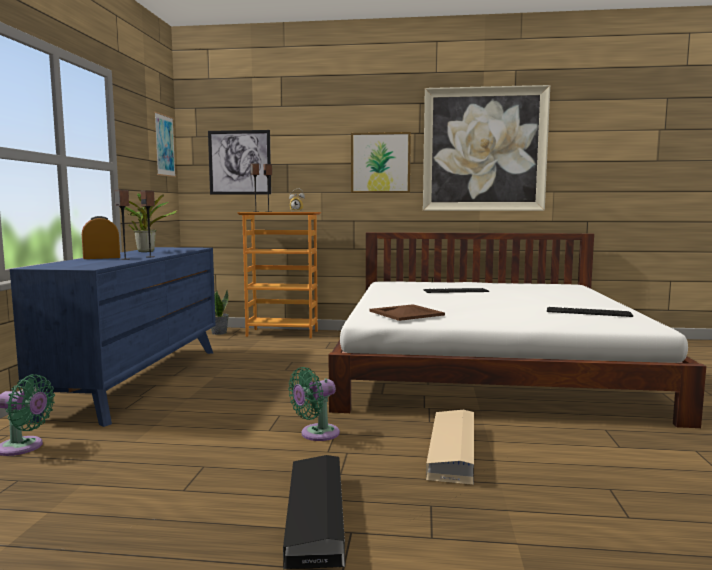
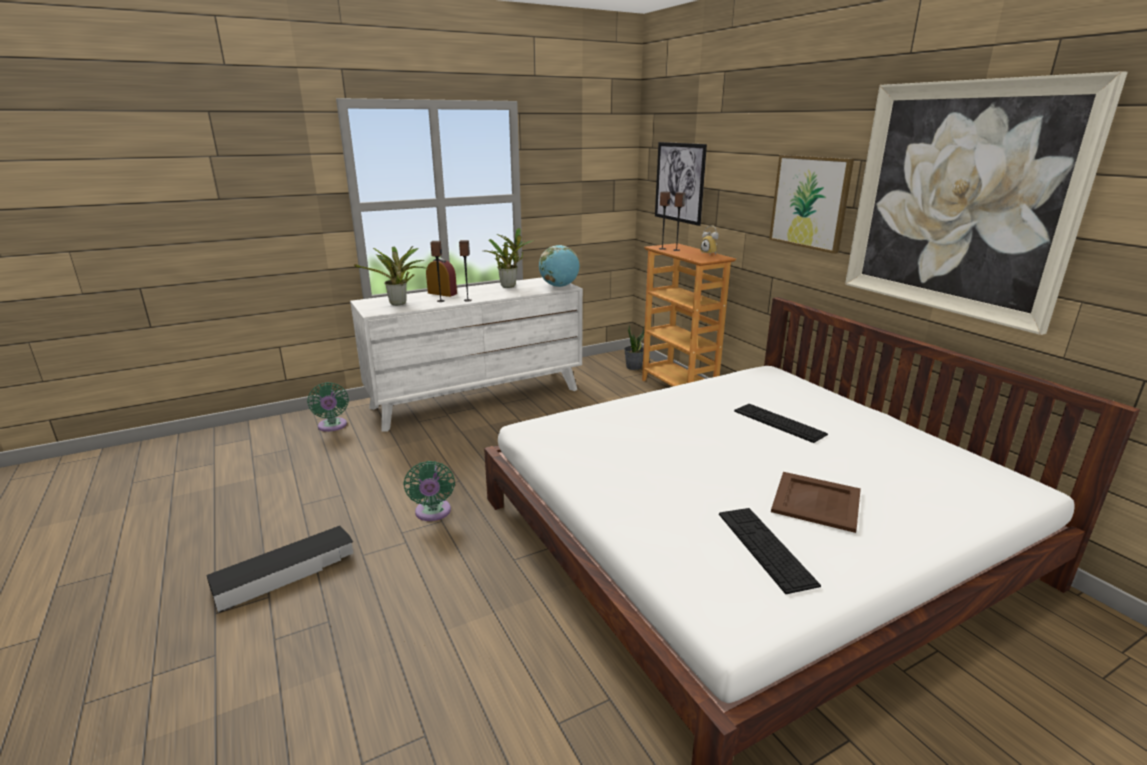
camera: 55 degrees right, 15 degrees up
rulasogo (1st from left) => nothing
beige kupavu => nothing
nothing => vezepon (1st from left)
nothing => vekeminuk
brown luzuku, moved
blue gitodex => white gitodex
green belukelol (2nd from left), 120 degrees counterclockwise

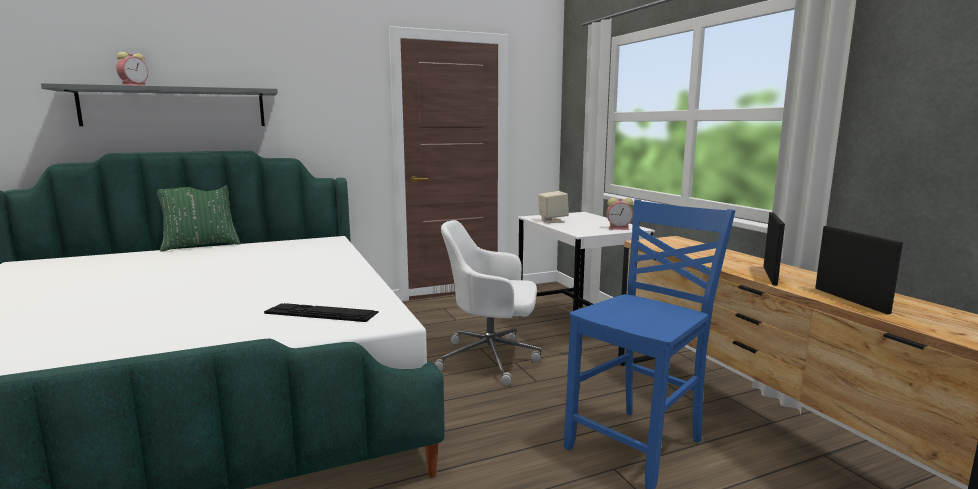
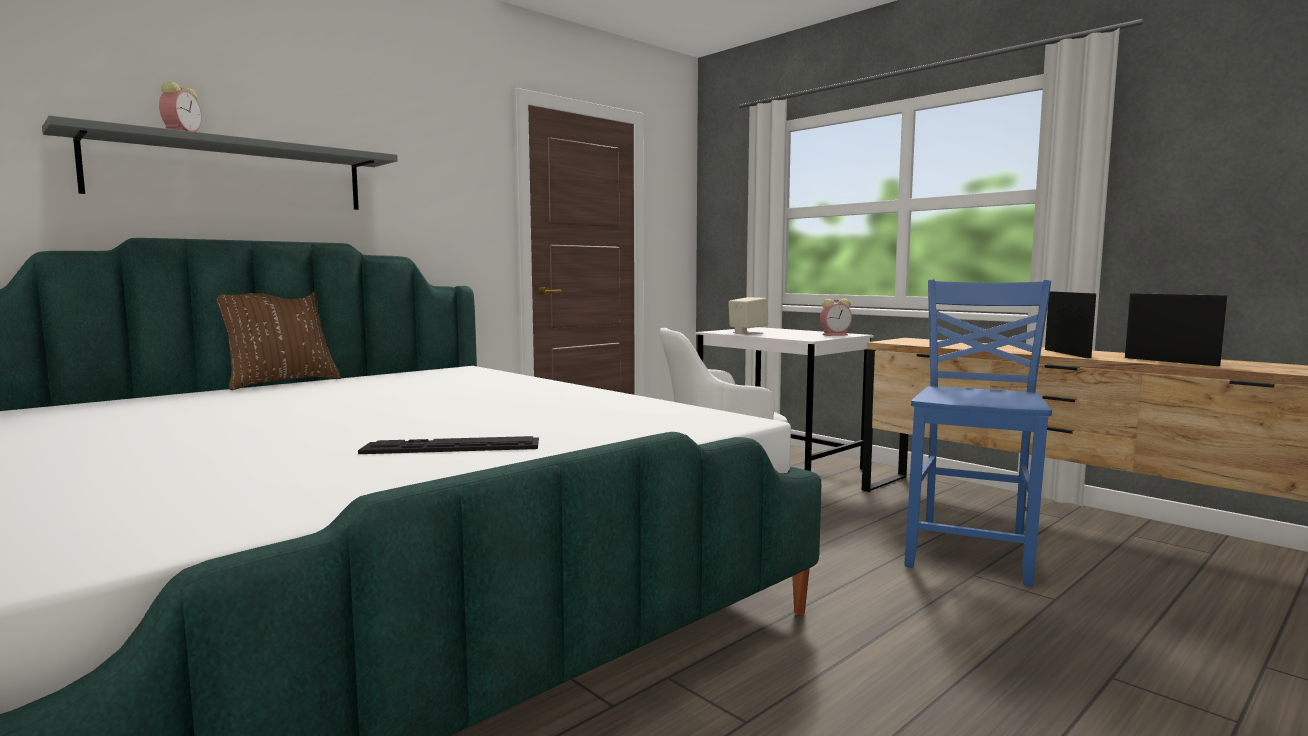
camera: 20 degrees left, 5 degrees down
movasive, moved
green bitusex => brown bitusex

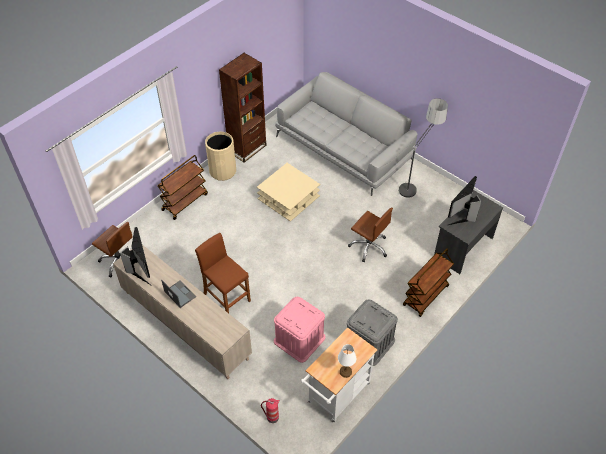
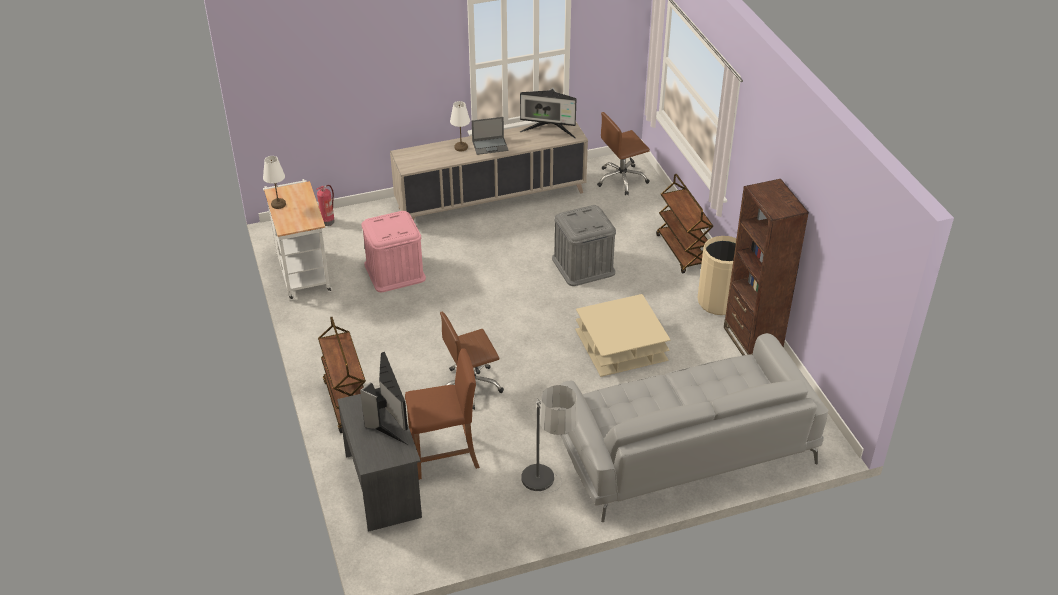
camera: 120 degrees right, 10 degrees down
nothing => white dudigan (2nd from left)
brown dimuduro, moved
grey kupavu, moved

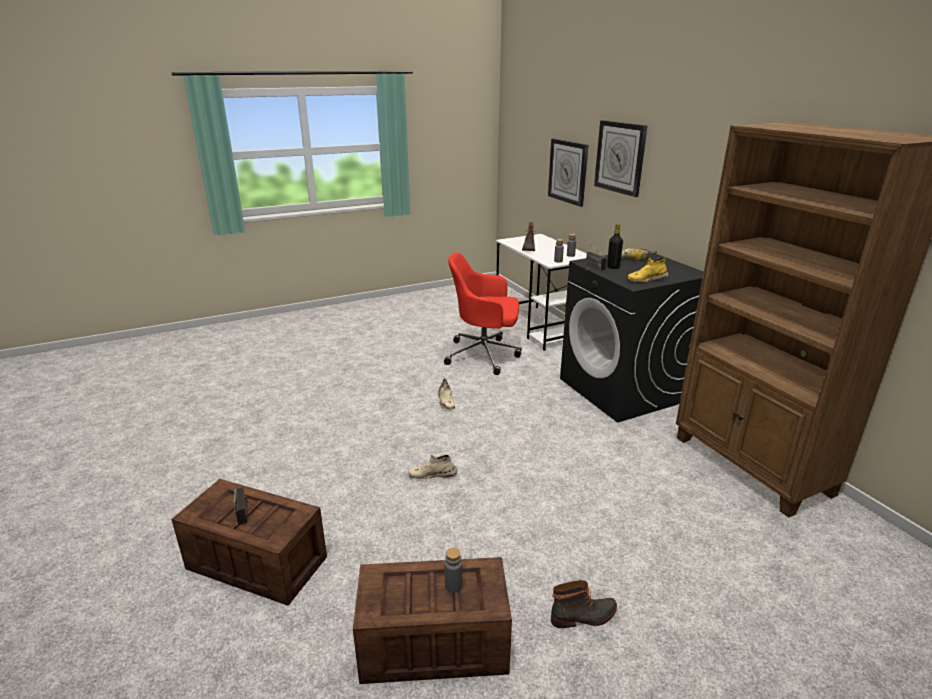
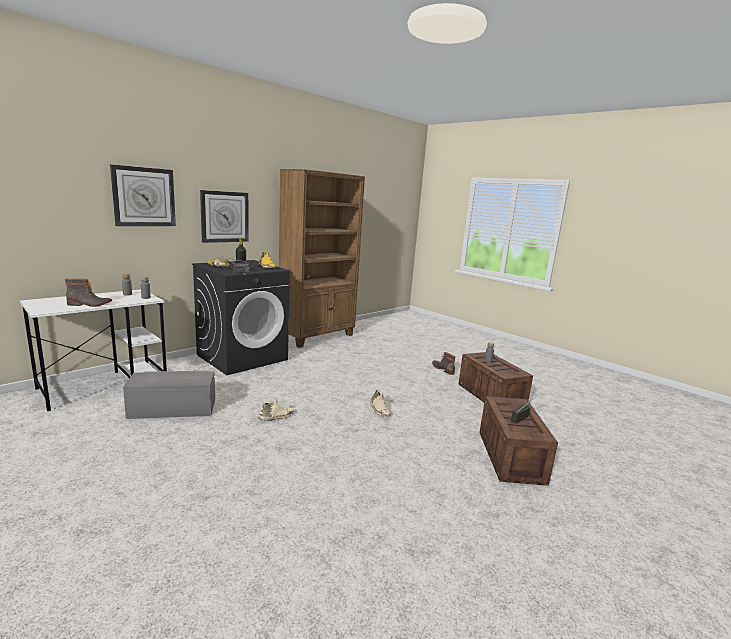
camera: 110 degrees left, 10 degrees down
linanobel (1st from left in the first image) => linanobel (2nd from left), moved
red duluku => grey kupavu

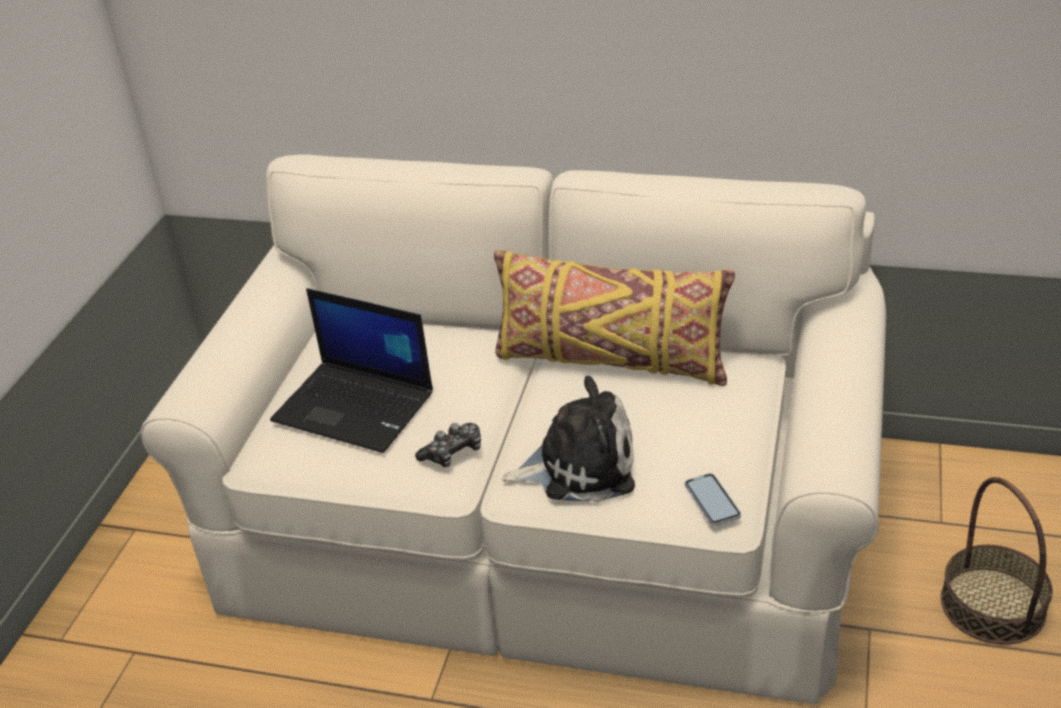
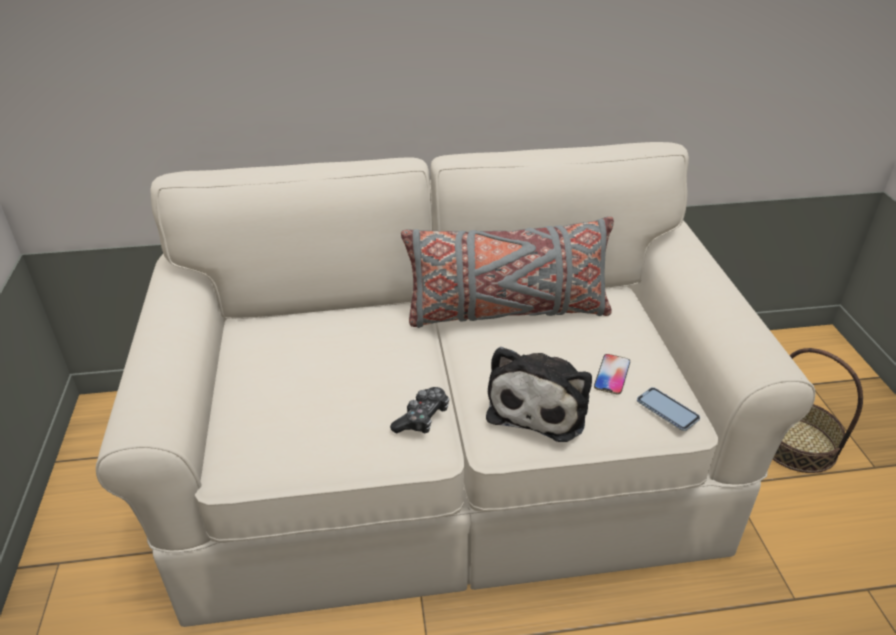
camera: 25 degrees left, 0 degrees up
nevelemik => nothing
nothing => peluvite (1st from left)
yellow bitusex => grey bitusex
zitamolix, 135 degrees clockwise

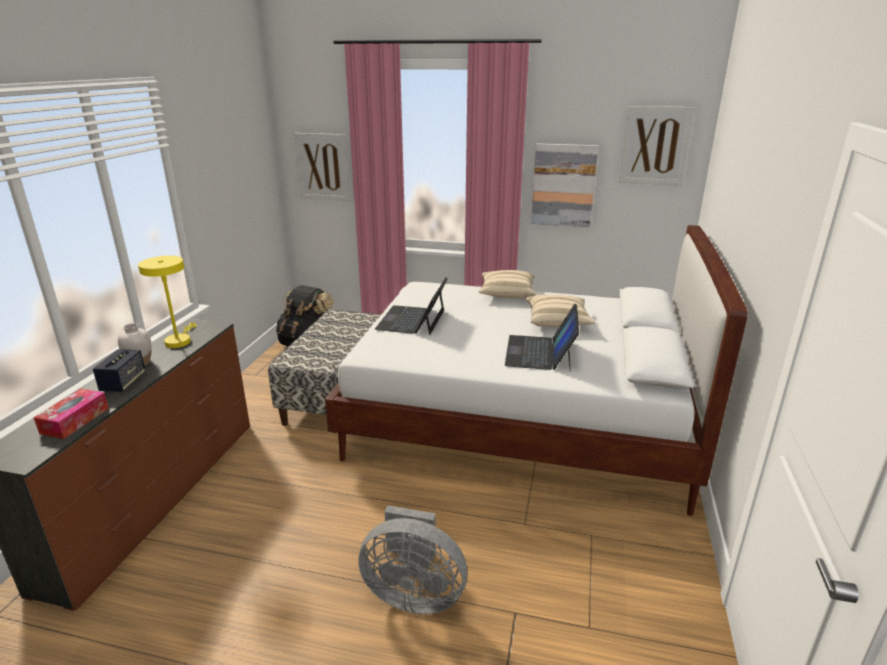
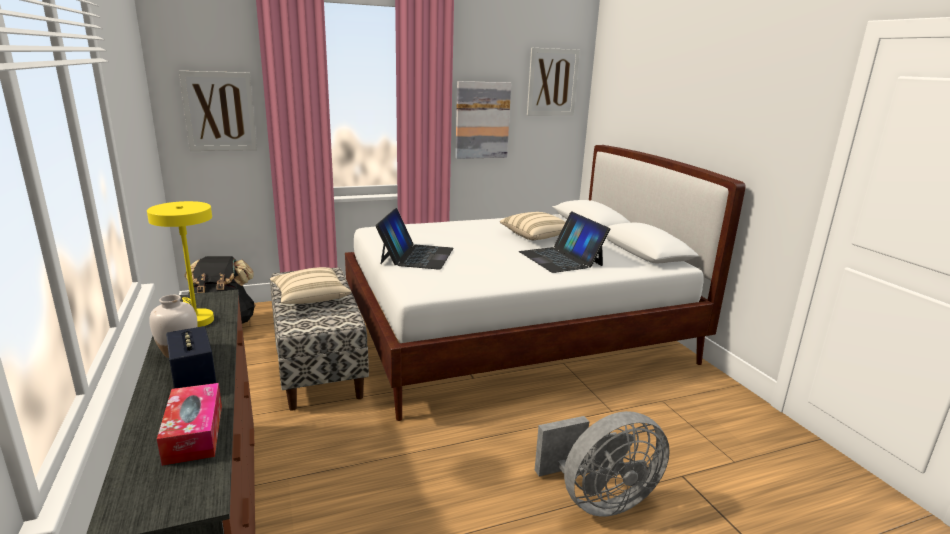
camera: 35 degrees left, 5 degrees down
beige bitusex (1st from left), moved
nevelemik (1st from left), 150 degrees counterclockwise

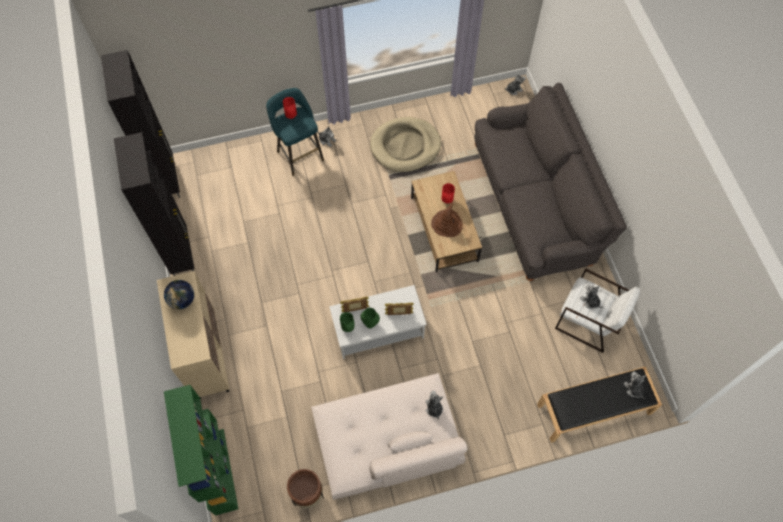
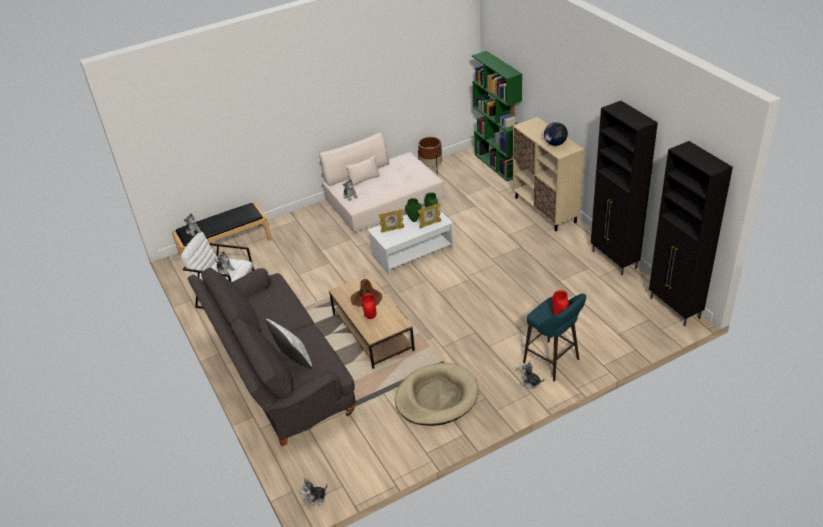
camera: 170 degrees right, 25 degrees down
nothing => white bitusex

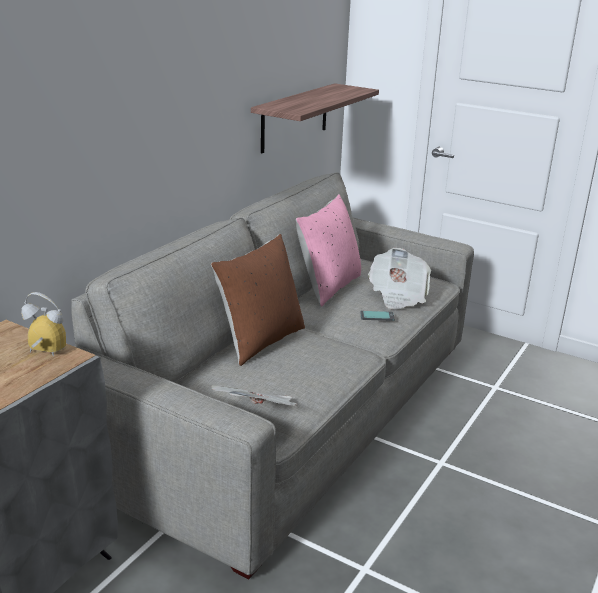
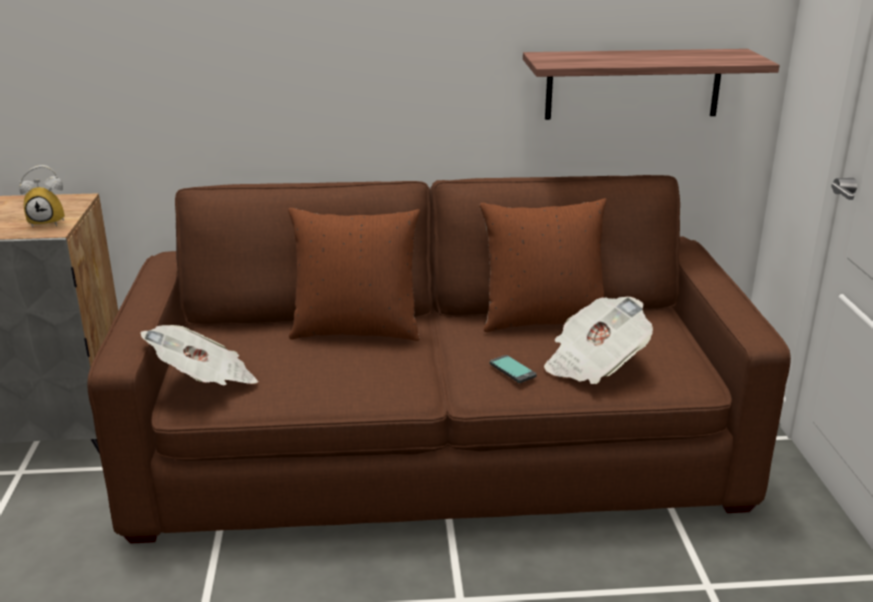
camera: 55 degrees right, 0 degrees up
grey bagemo => brown bagemo
pink bitusex => brown bitusex (2nd from left)
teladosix, 105 degrees clockwise

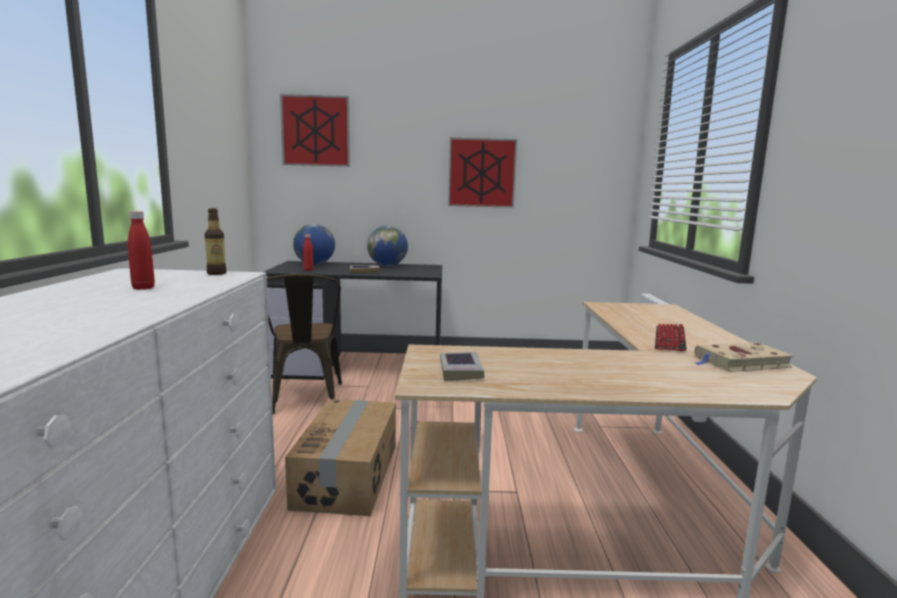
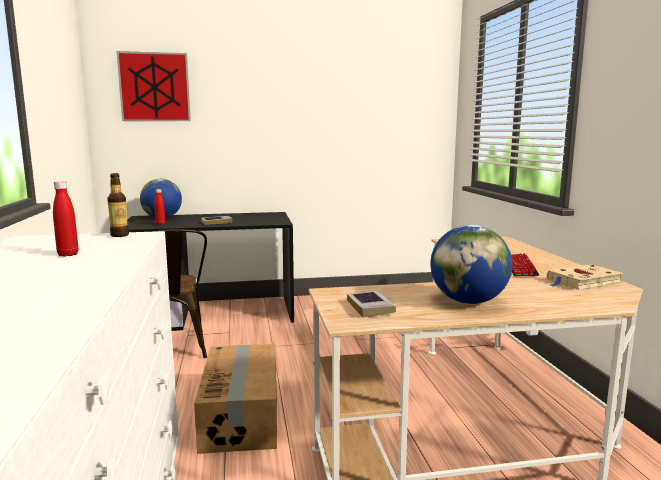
camera: 10 degrees left, 0 degrees up
rulasogo (2nd from left) => nothing
vekeminuk (2nd from left), moved

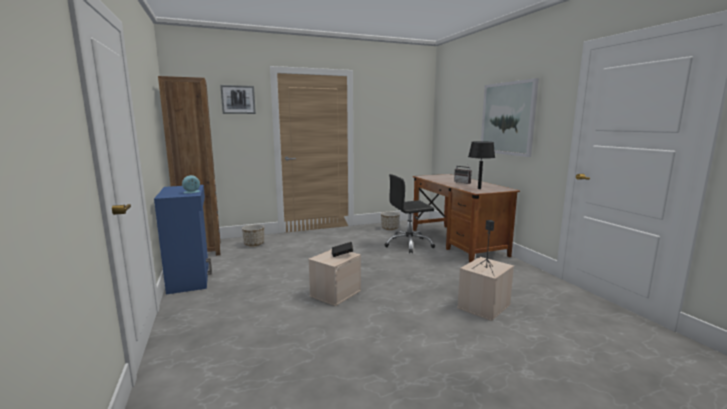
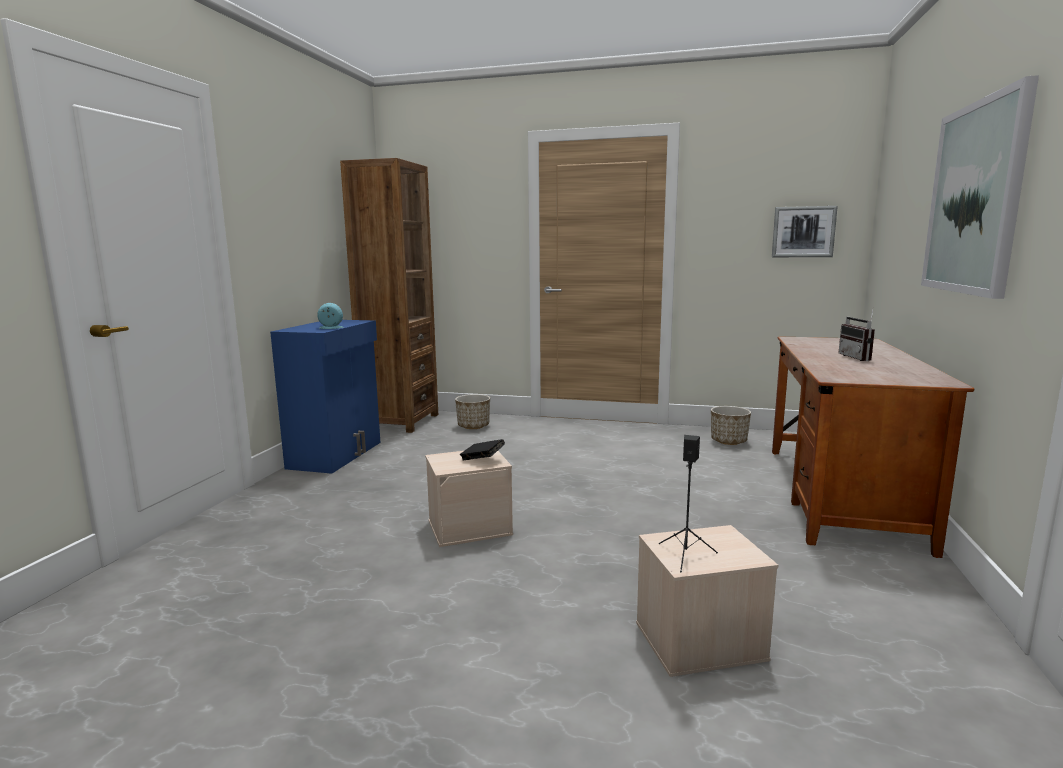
camera: 35 degrees right, 0 degrees up
black duluku => nothing
black dudigan => nothing
rulasogo (1st from left), moved

